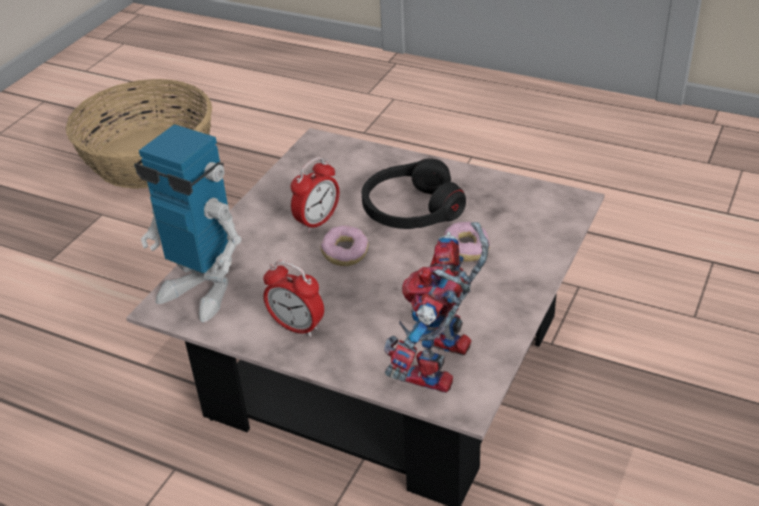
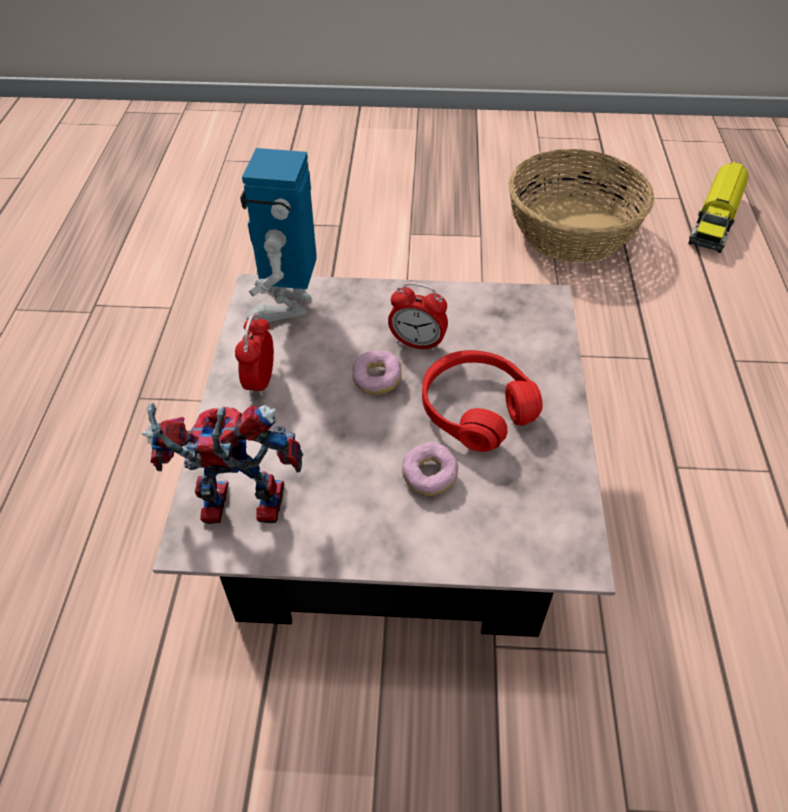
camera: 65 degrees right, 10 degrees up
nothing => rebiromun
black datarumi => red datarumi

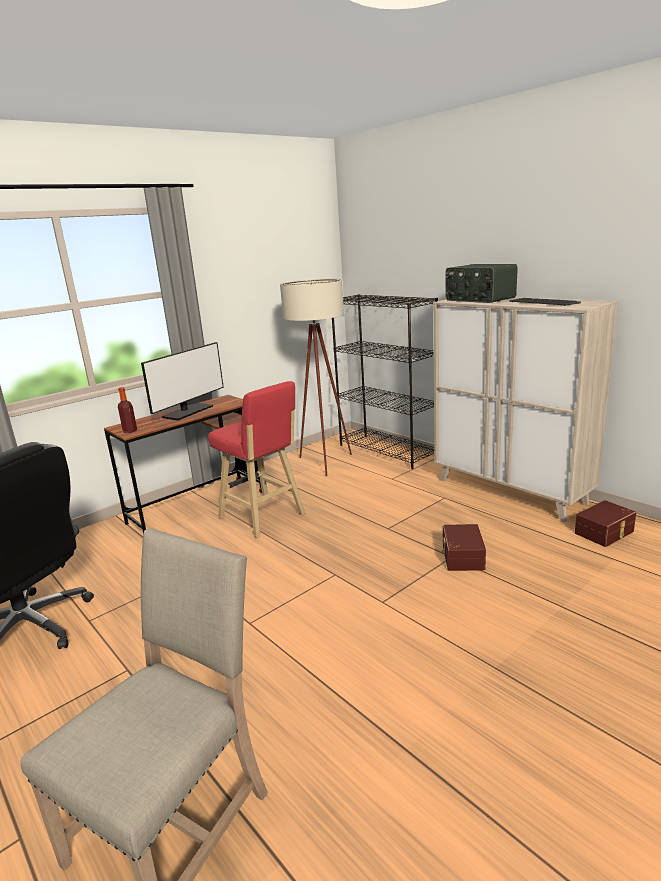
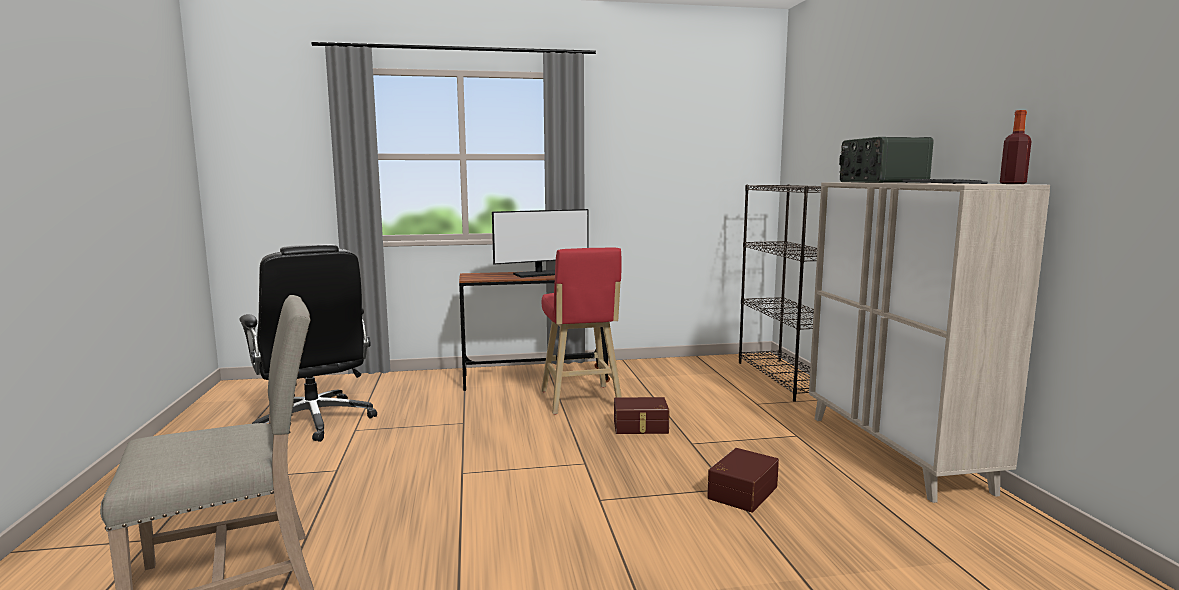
camera: 30 degrees right, 10 degrees down
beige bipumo => nothing
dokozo, moved
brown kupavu (2nd from left in the first image) => brown kupavu (1st from left), moved

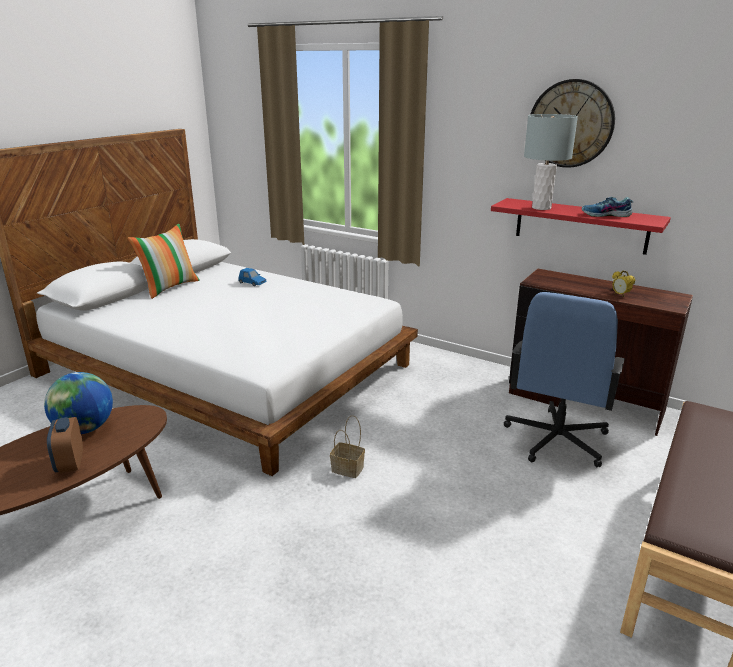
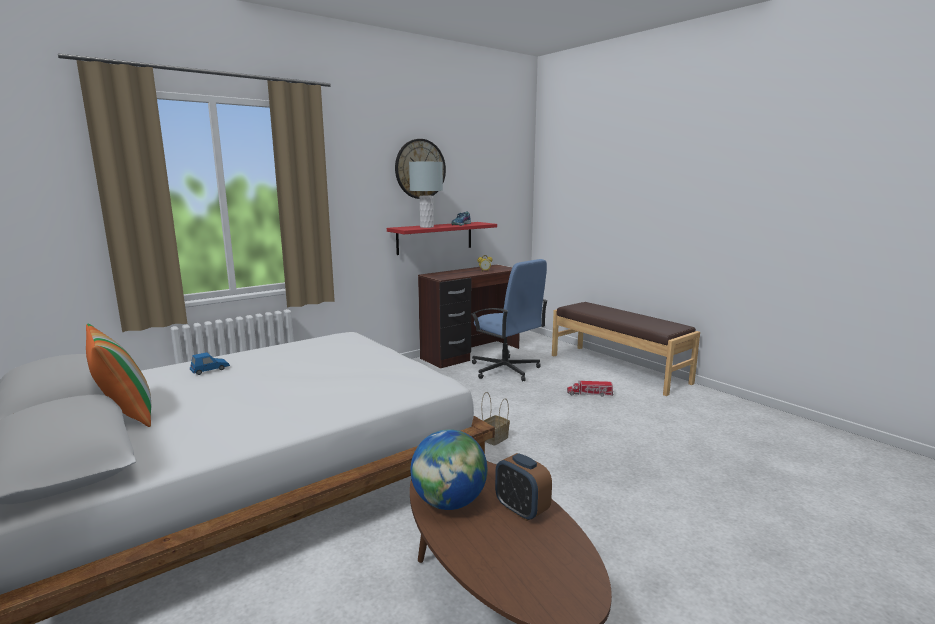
camera: 70 degrees left, 10 degrees down
nothing => rebiromun
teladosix (1st from left in the first image) => teladosix (2nd from left), 45 degrees clockwise

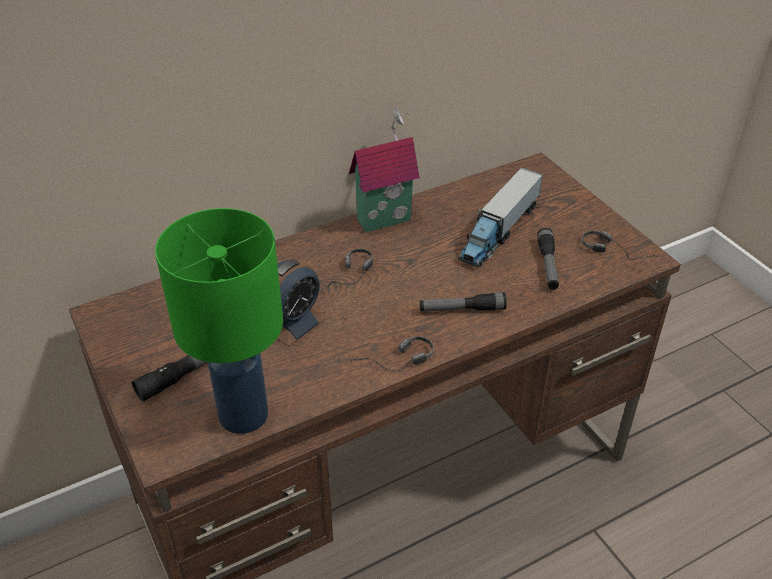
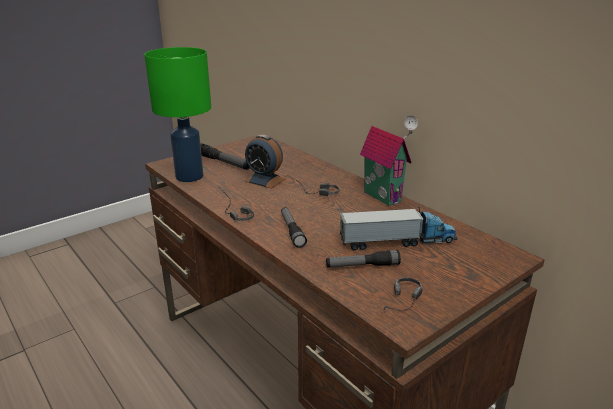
camera: 80 degrees right, 15 degrees down
rebiromun, 150 degrees clockwise

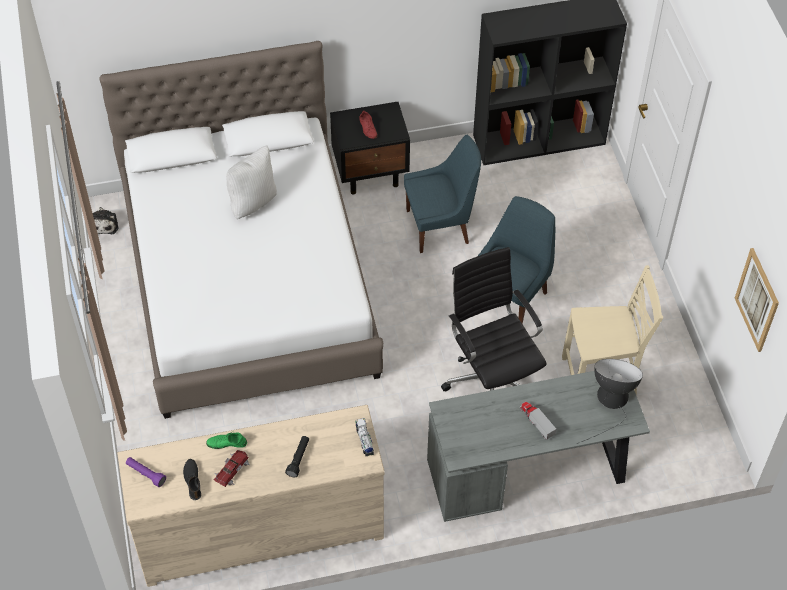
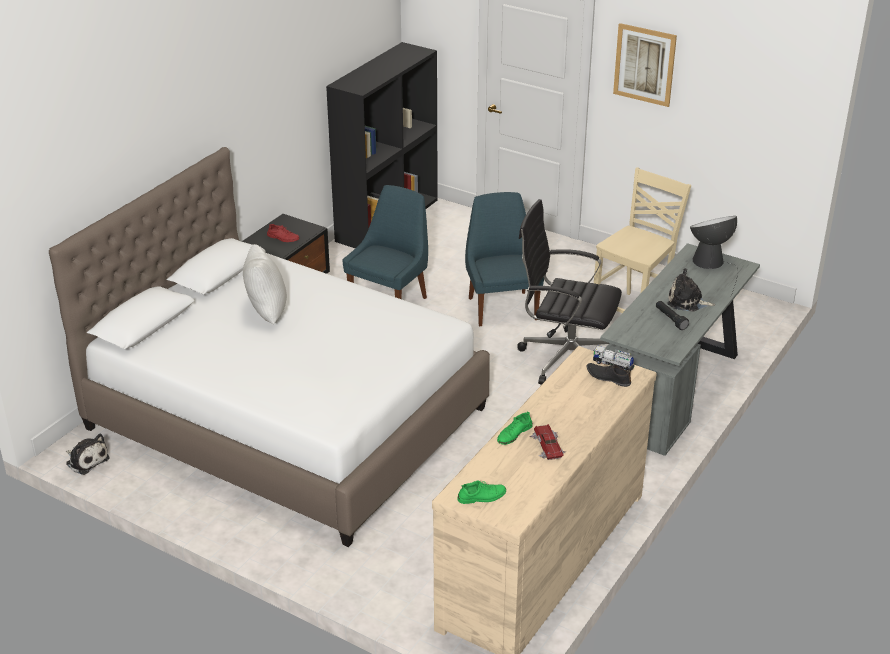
camera: 45 degrees left, 20 degrees down
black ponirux, moved
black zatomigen, moved
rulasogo, moved
purple zatomigen => green ponirux (1st from left)
rebiromun (2nd from left) => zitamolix (2nd from left)

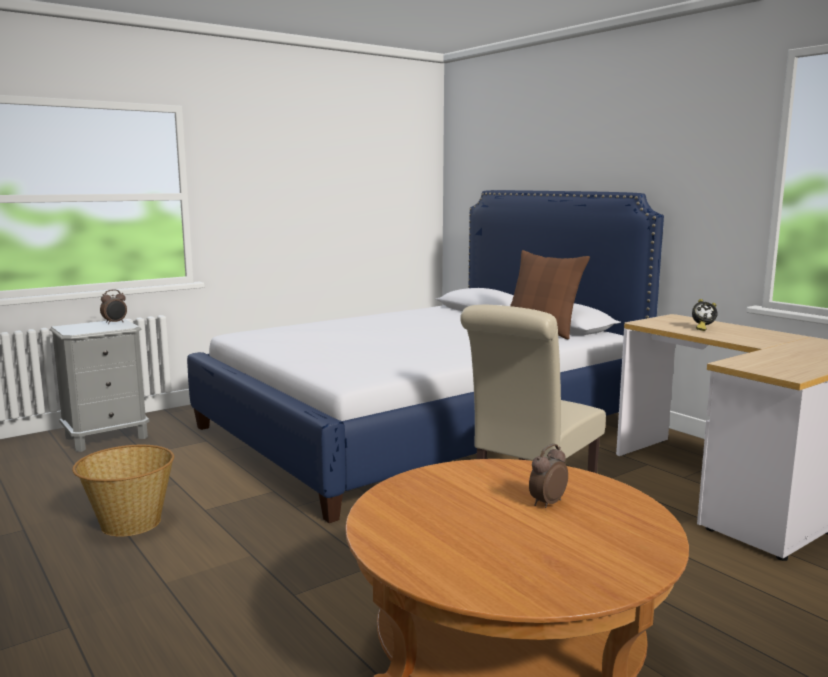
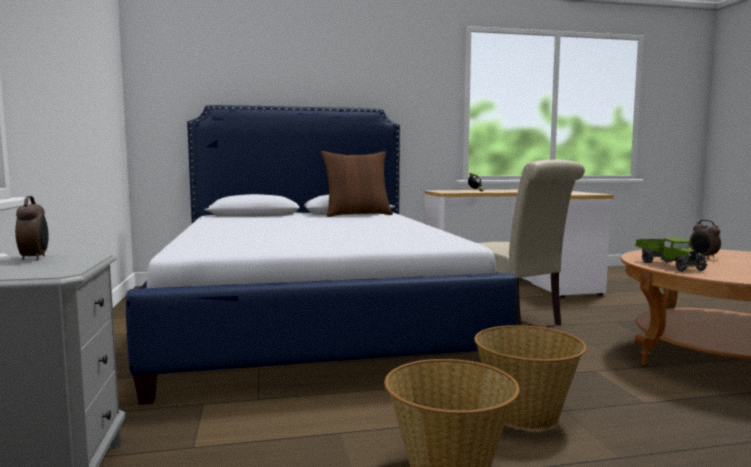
camera: 65 degrees left, 5 degrees down
nothing => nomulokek (2nd from left)
nothing => rebiromun

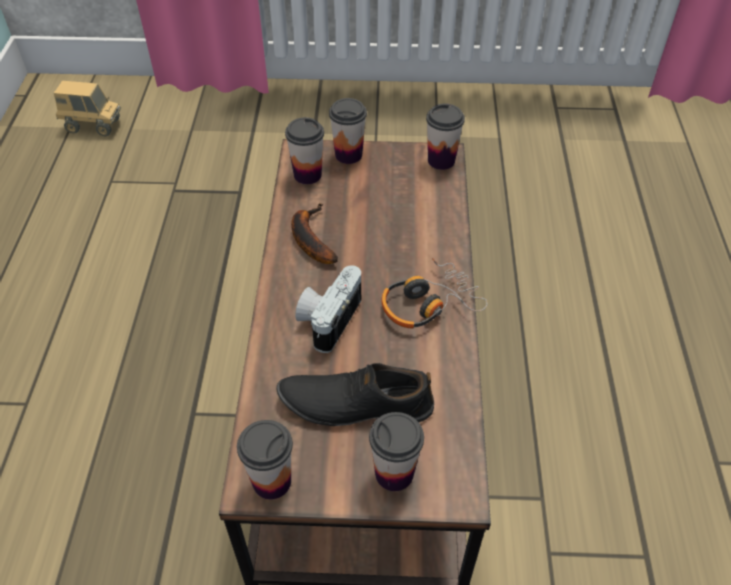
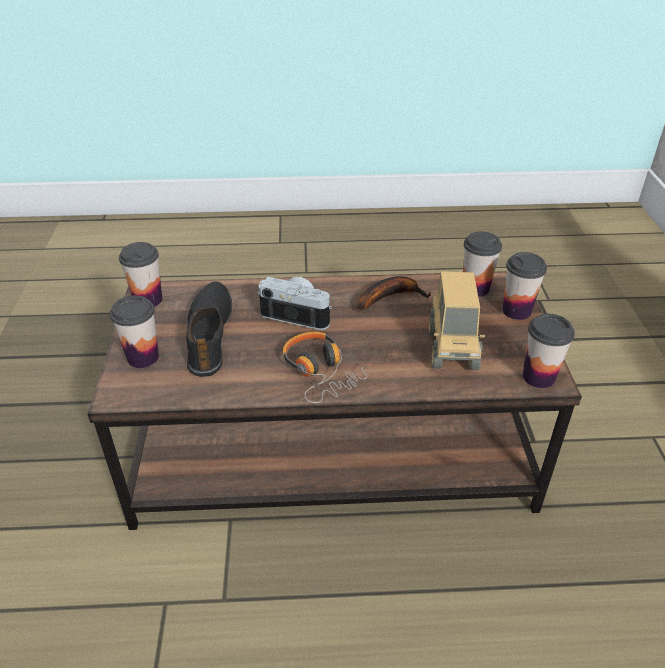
camera: 85 degrees right, 10 degrees down
rebiromun, moved

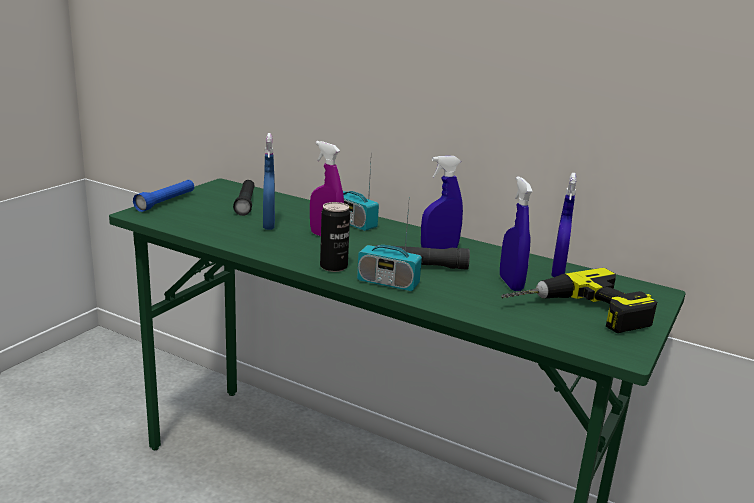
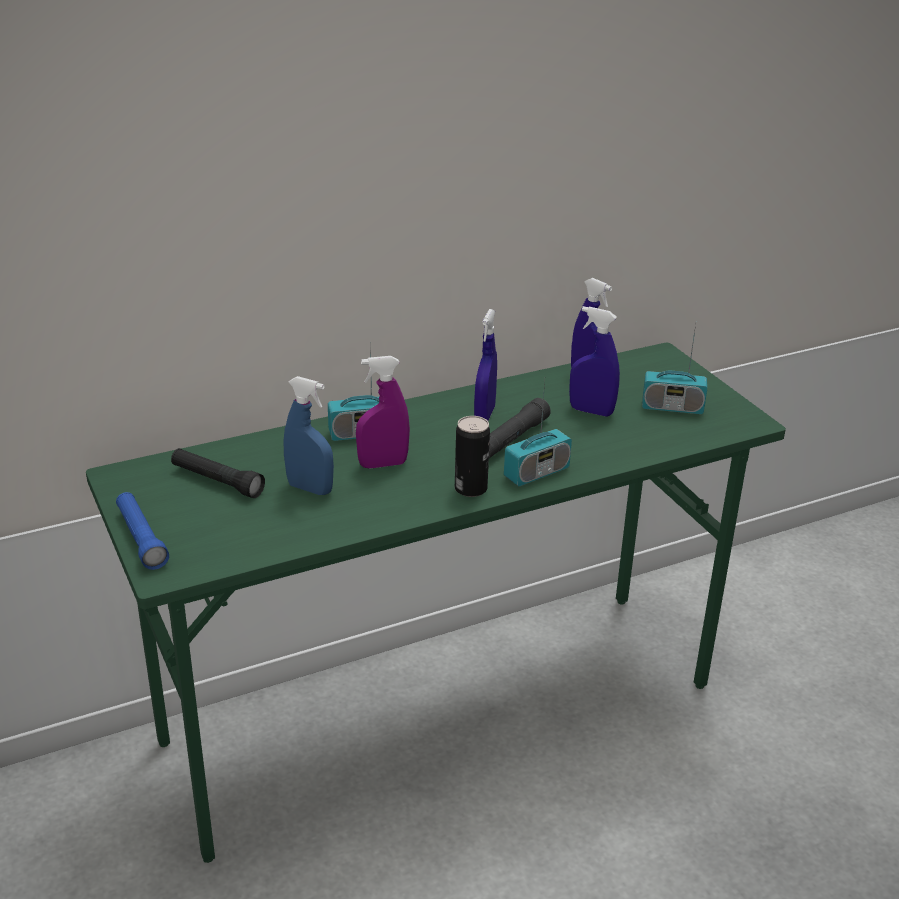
camera: 55 degrees left, 10 degrees up
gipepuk => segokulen (3rd from left)

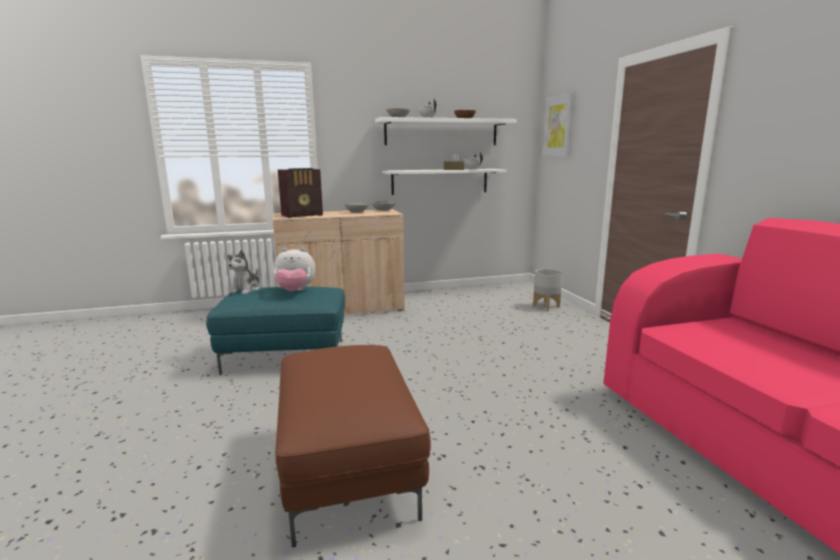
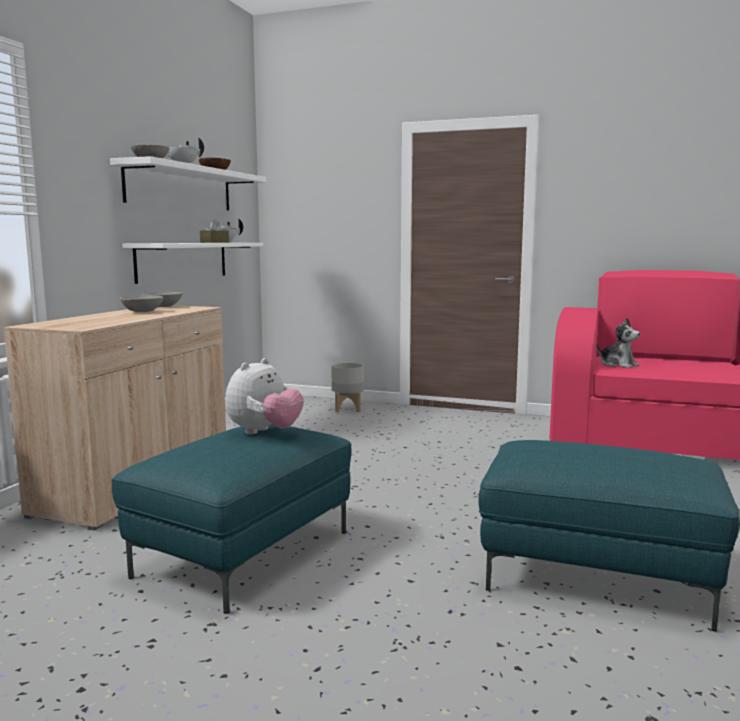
camera: 55 degrees left, 5 degrees down
segokulen => nothing
rulasogo => nothing
zitamolix (1st from left in the first image) => zitamolix (2nd from left), moved
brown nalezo => turquoise nalezo (2nd from left)

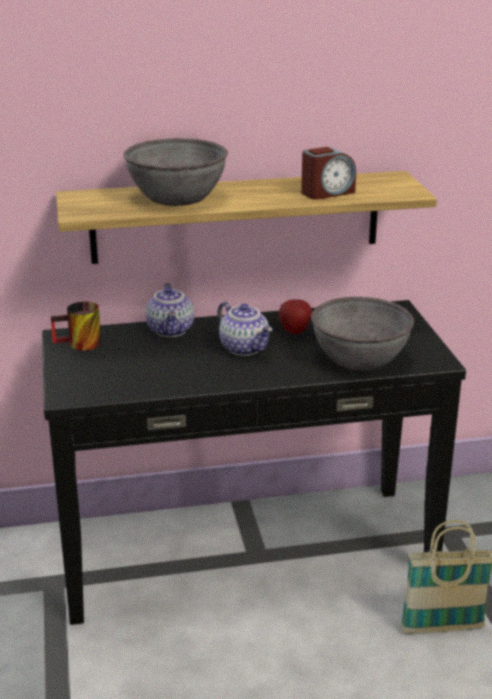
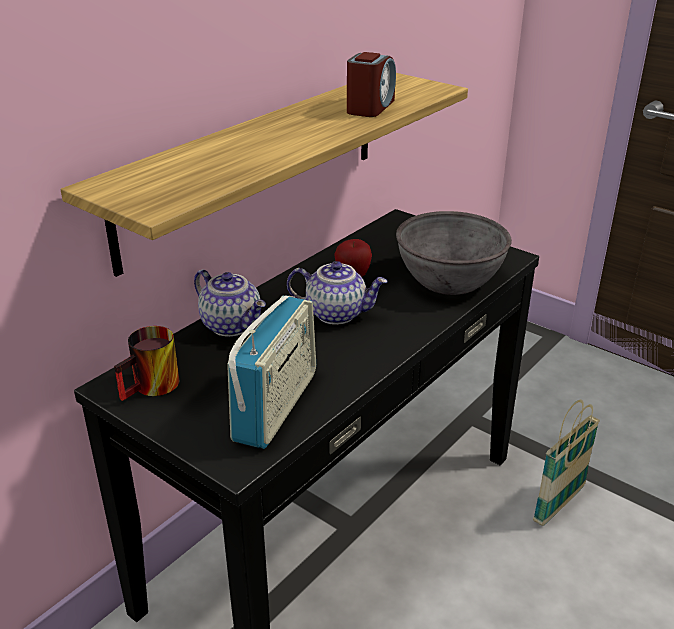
camera: 40 degrees left, 5 degrees up
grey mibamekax (1st from left) => nothing
nothing => segokulen

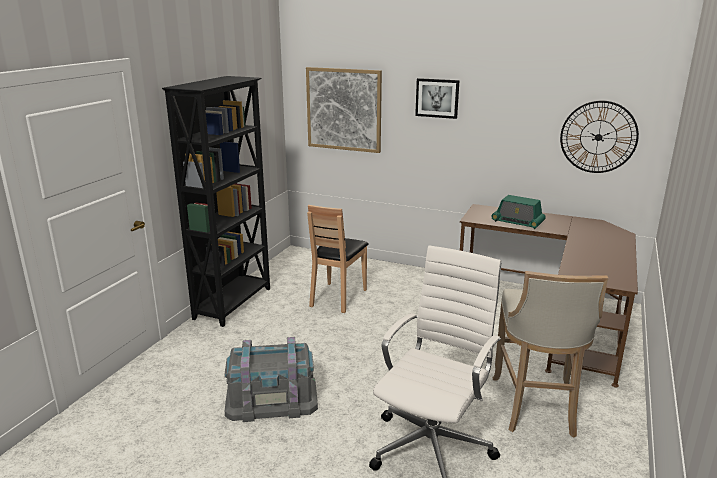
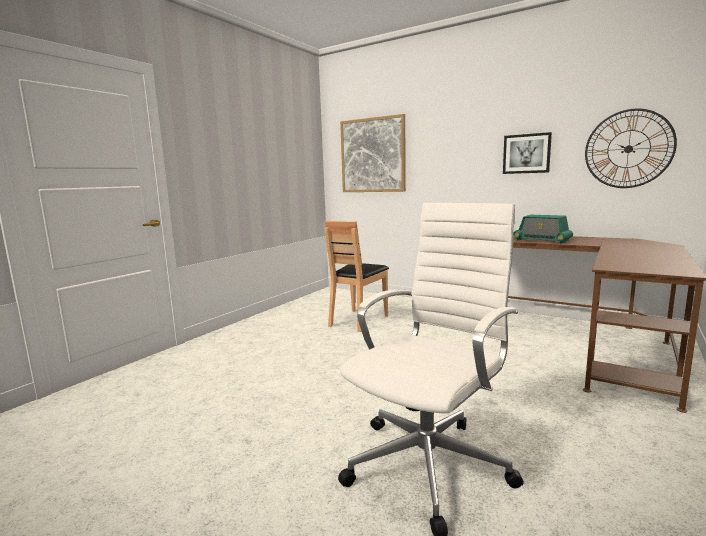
camera: 10 degrees right, 10 degrees down
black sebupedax => nothing
grey kupavu => nothing
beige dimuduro => nothing
rulasogo (2nd from left), moved

